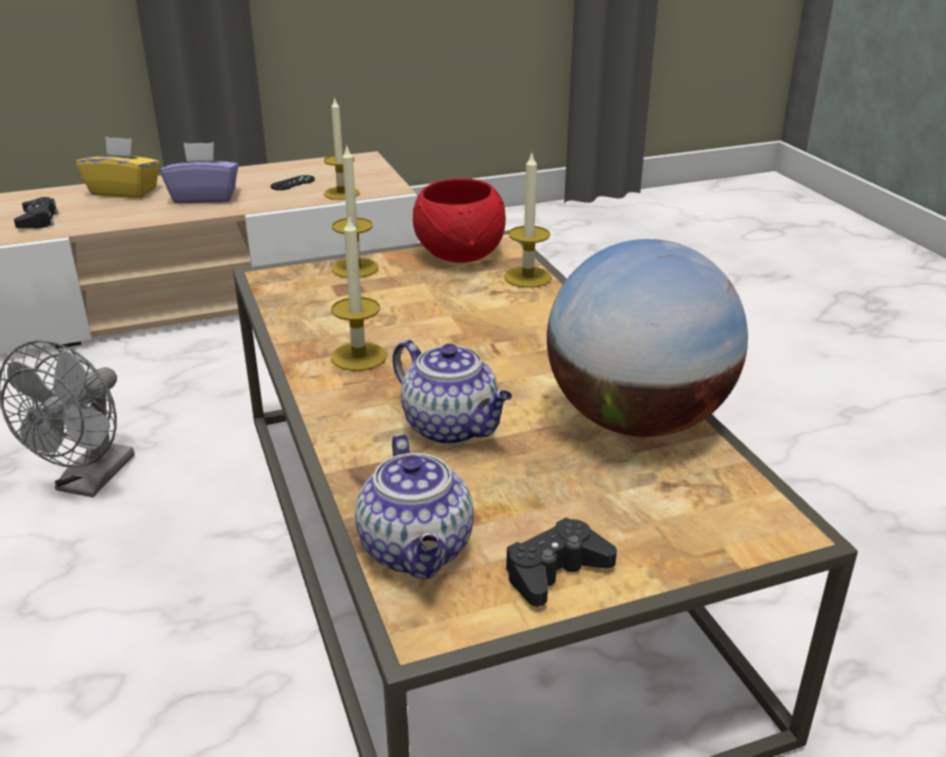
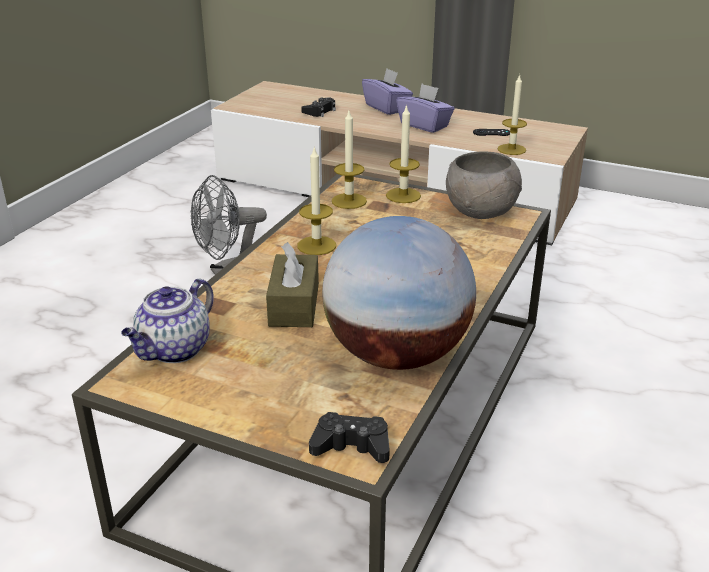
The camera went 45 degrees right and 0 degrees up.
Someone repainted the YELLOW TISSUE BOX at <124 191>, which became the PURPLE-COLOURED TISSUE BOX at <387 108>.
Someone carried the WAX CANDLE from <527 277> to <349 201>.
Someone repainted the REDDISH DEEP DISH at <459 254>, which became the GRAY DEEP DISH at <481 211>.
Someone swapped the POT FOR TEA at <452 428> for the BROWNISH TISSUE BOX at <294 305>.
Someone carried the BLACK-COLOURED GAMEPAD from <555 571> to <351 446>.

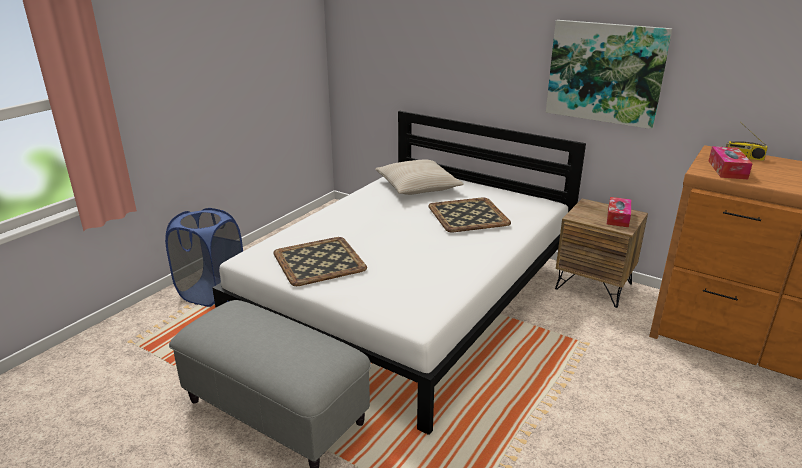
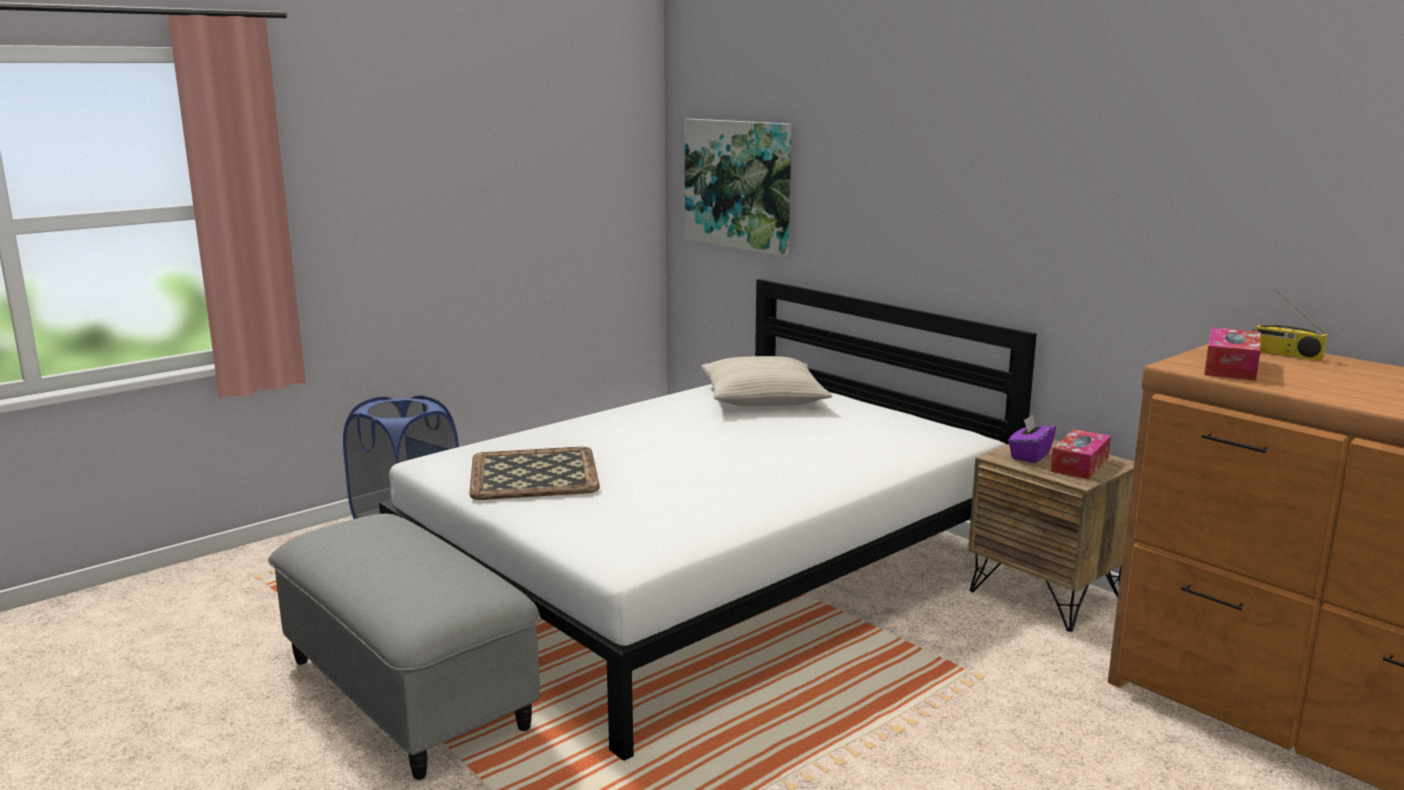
The camera went 15 degrees right and 10 degrees down.
Someone carried the PICTURE from <605 73> to <738 184>.
Someone took away the TRAY at <467 215>.
Someone put down the PURPLE-COLOURED TISSUE BOX at <1030 455>.

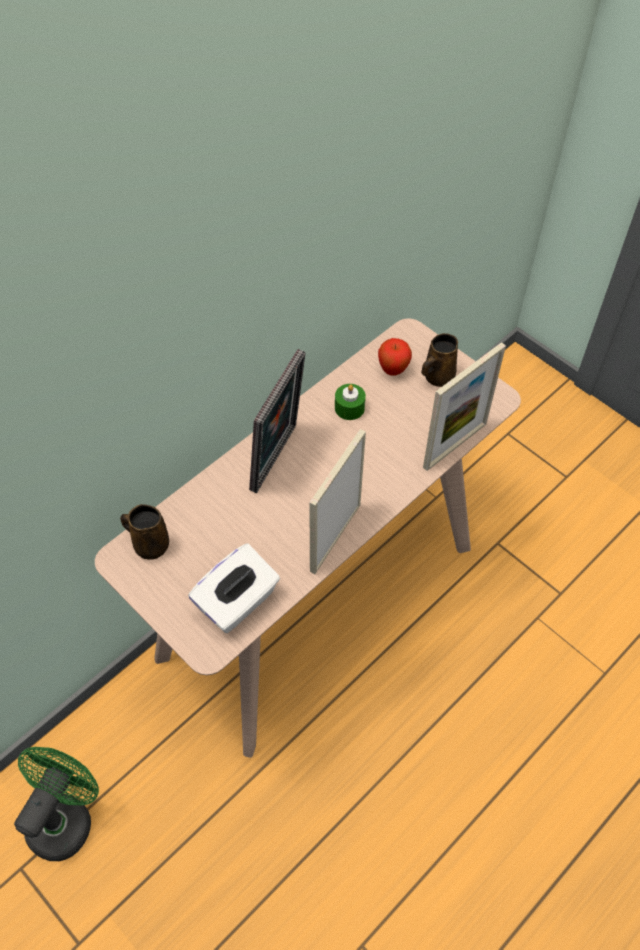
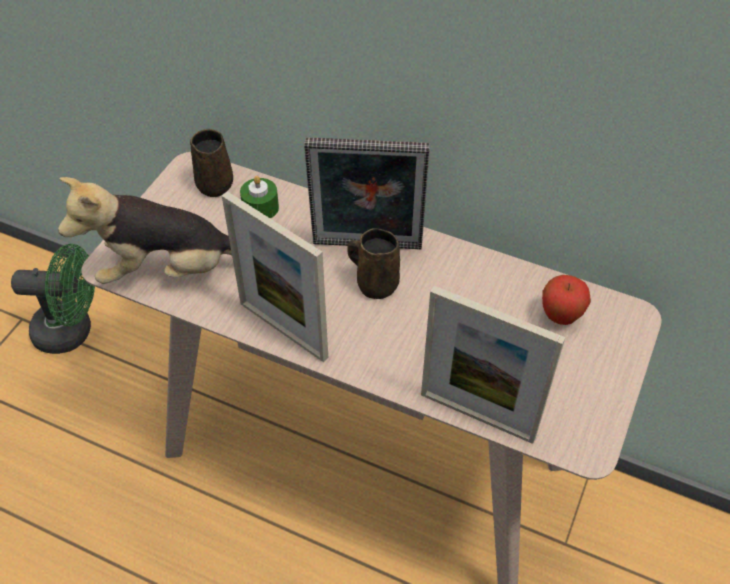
The camera went 70 degrees right and 5 degrees down.
Someone carried the BROWNISH TEA MUG from <437 377> to <375 283>.
Someone carried the GREENISH WAX CANDLE from <349 408> to <260 207>.
Someone rotated the PICTURE FRAME at <335 537> by 150 degrees counterclockwise.
Someone swapped the WHITE TISSUE BOX at <237 602> for the SOFT TOY at <171 270>.

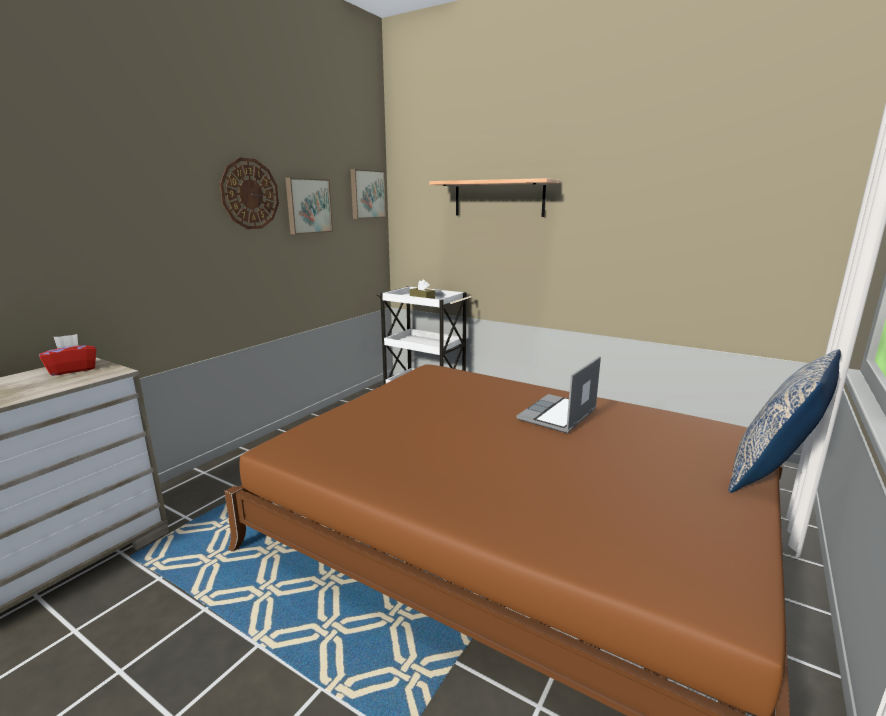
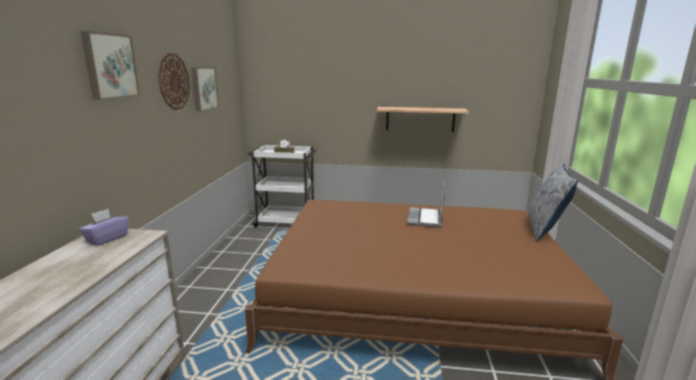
The camera went 25 degrees left and 0 degrees up.
Someone carried the PICTURE from <367 194> to <109 66>.
Someone carried the BRACKET SHELF from <498 198> to <420 119>.
Someone repainted the REDDISH TISSUE BOX at <73 370>, which became the PURPLE-COLOURED TISSUE BOX at <107 239>.

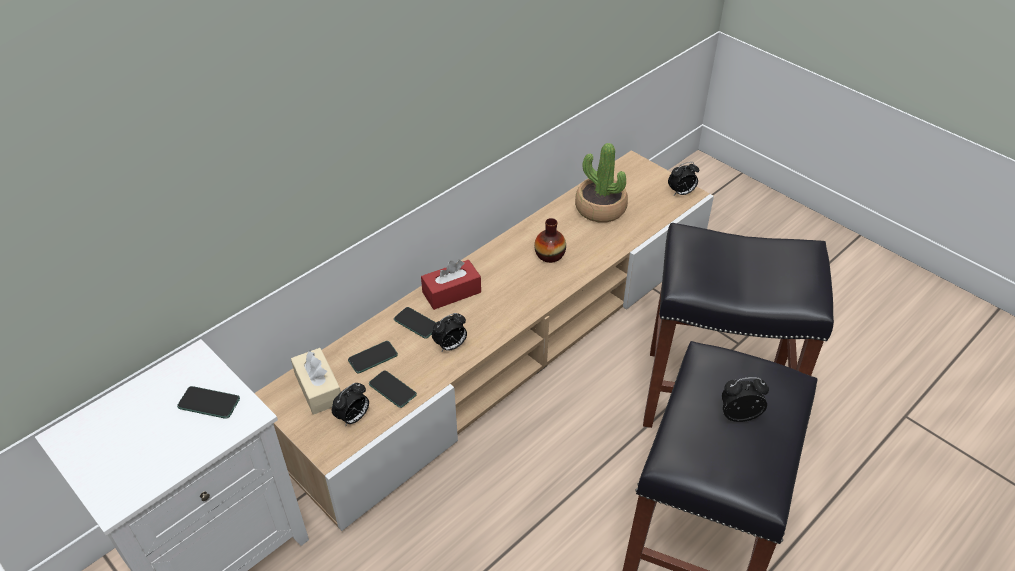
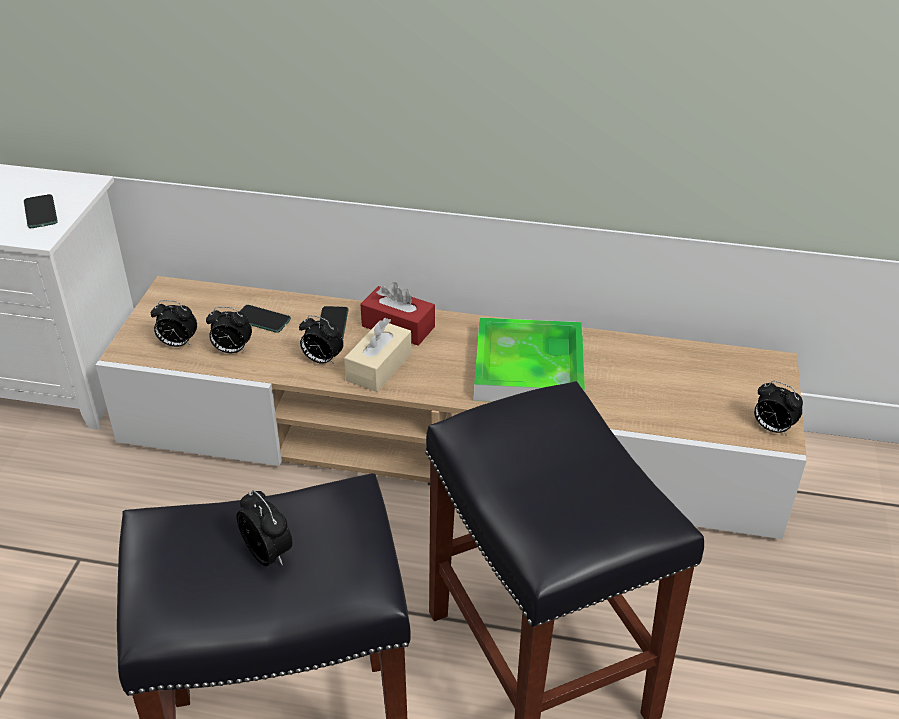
The camera went 55 degrees right and 5 degrees down.
Someone took away the POTTED PLANT at <600 208>.
Someone swapped the FLOWER VASE at <549 255> for the TRAY at <528 368>.
Someone carried the SAND-COLOURED TISSUE BOX from <318 388> to <379 367>.
Someone swapped the TELEPHONE at <392 389> for the BEDSIDE CLOCK at <231 350>.

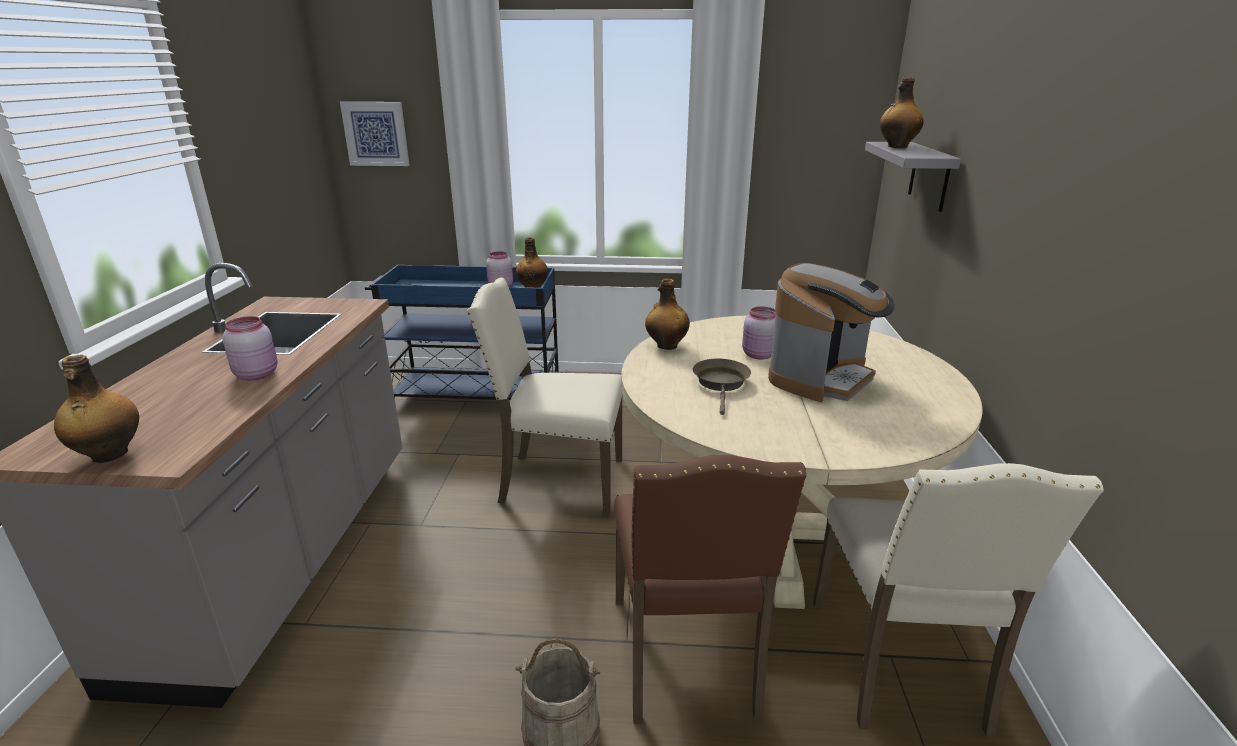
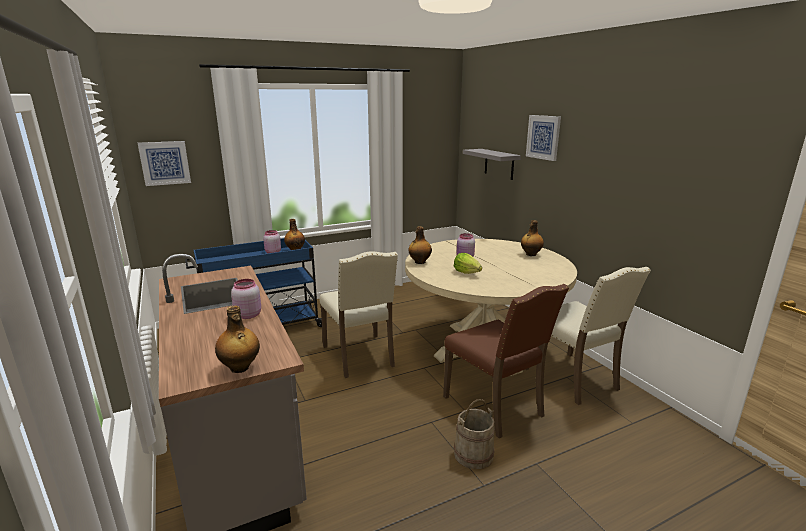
The camera went 30 degrees left and 5 degrees down.
Someone carried the BEVERAGE BOTTLE from <896 146> to <530 254>.
Someone took away the COFFEE BREWER at <821 378>.
Someone rotated the SAND-COLOURED PLAIN CHAIR at <559 481> by 90 degrees counterclockwise.
Someone swapped the BROWNISH PAN at <721 384> for the HEAD OF LETTUCE at <466 272>.
Someone put up the PICTURE at <543 137>.

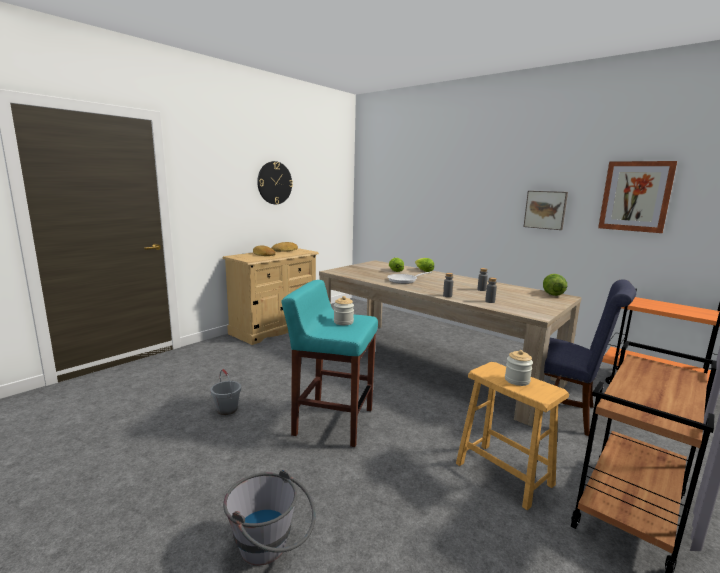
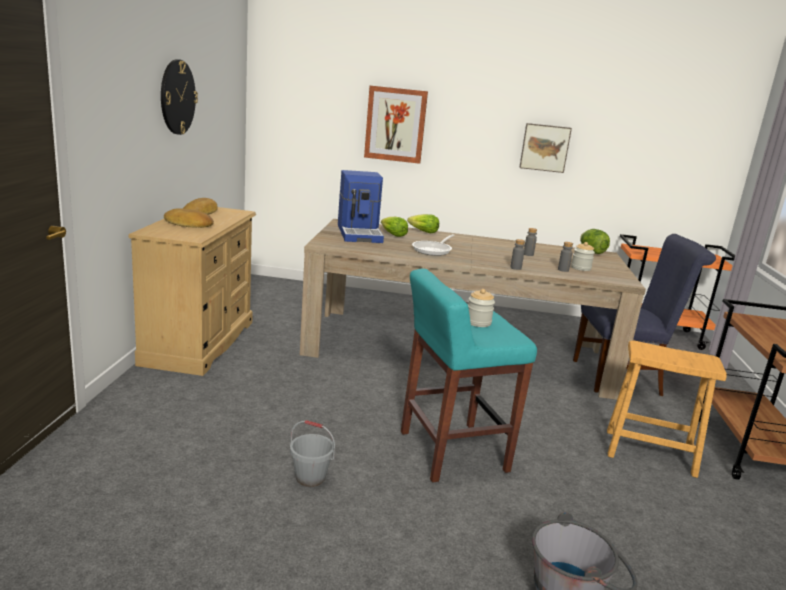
The camera went 35 degrees left and 5 degrees up.
Someone carried the PICTURE from <635 196> to <395 124>.
Someone carried the JAR from <517 380> to <580 268>.
Someone put down the COFFEE BREWER at <360 233>.

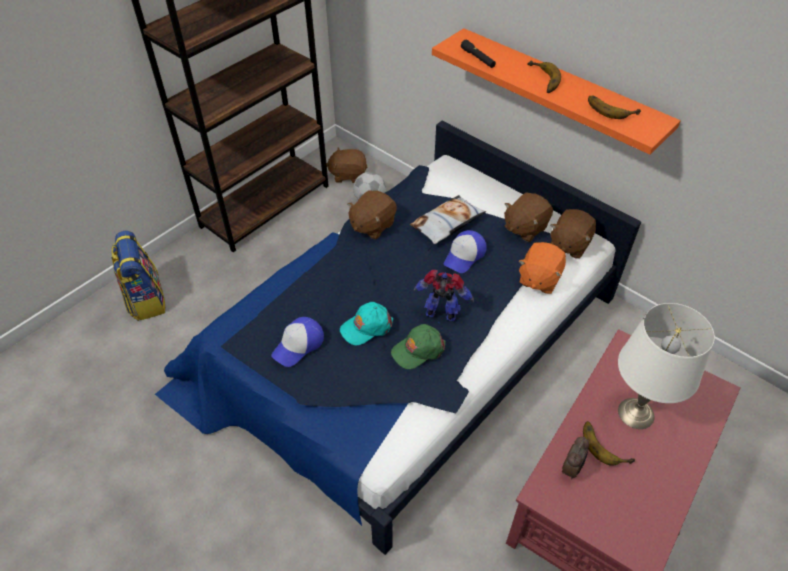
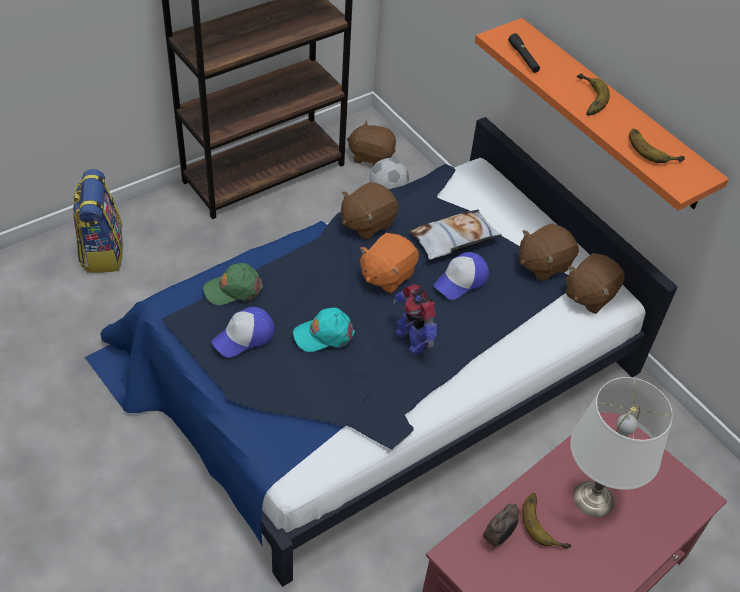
The camera went 10 degrees right and 0 degrees up.
Someone carried the ORANGE-COLOURED SOFT TOY from <539 279> to <386 275>.
Someone rotated the MODEL ROBOT at <442 313> by 150 degrees counterclockwise.
Someone carried the GREENISH PEAKED CAP from <418 350> to <233 289>.

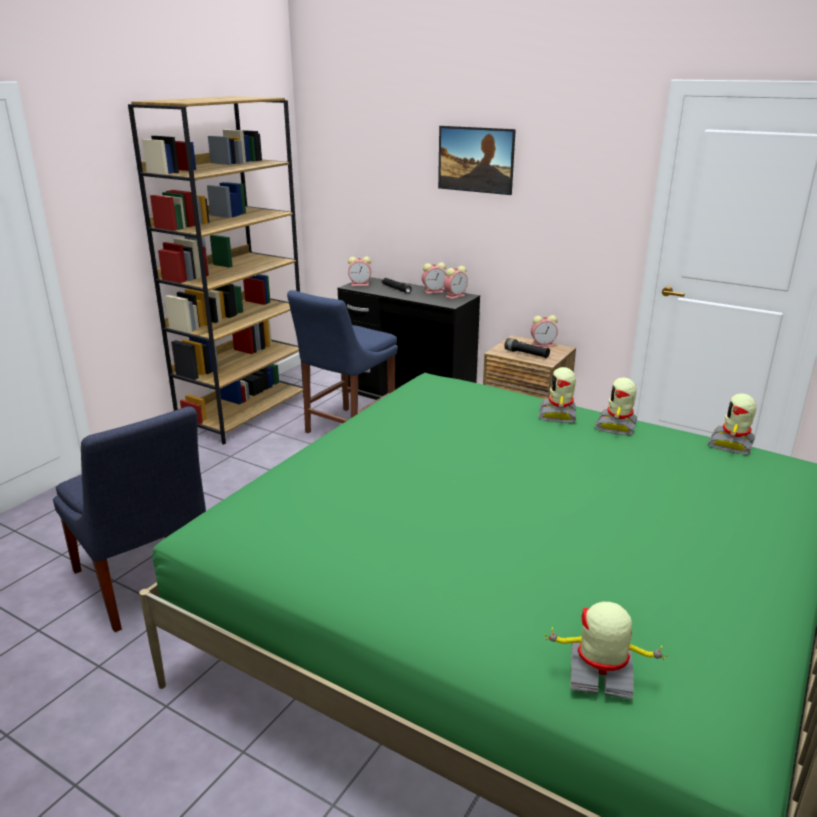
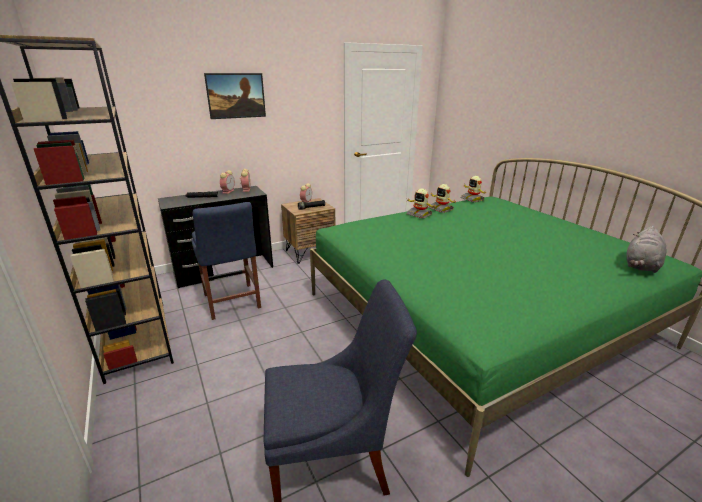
The camera went 60 degrees left and 0 degrees up.
Someone took away the BEDSIDE CLOCK at <360 284>.
Someone swapped the MODEL ROBOT at <600 675> for the GRAY SOFT TOY at <641 266>.

